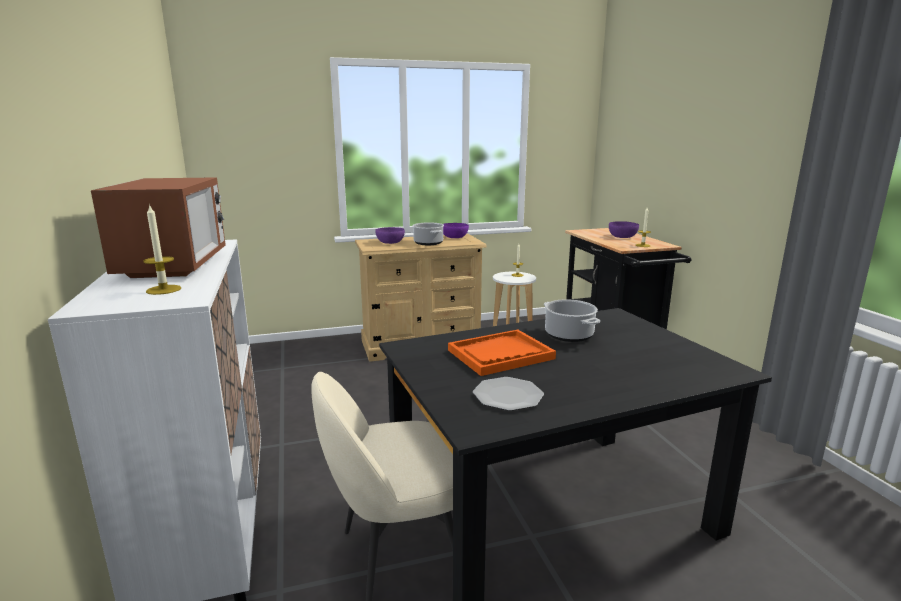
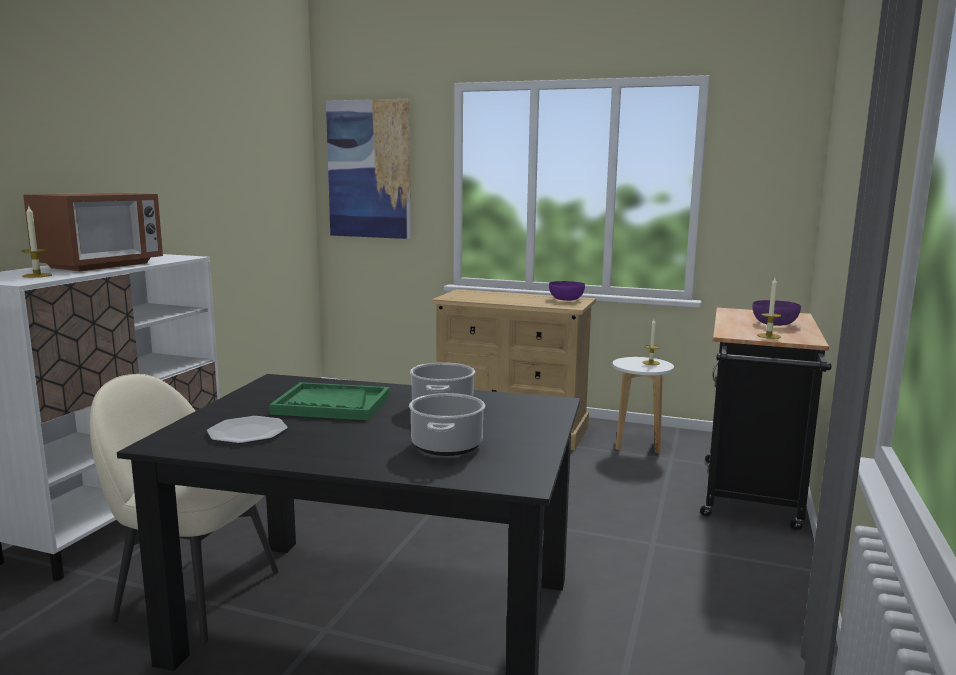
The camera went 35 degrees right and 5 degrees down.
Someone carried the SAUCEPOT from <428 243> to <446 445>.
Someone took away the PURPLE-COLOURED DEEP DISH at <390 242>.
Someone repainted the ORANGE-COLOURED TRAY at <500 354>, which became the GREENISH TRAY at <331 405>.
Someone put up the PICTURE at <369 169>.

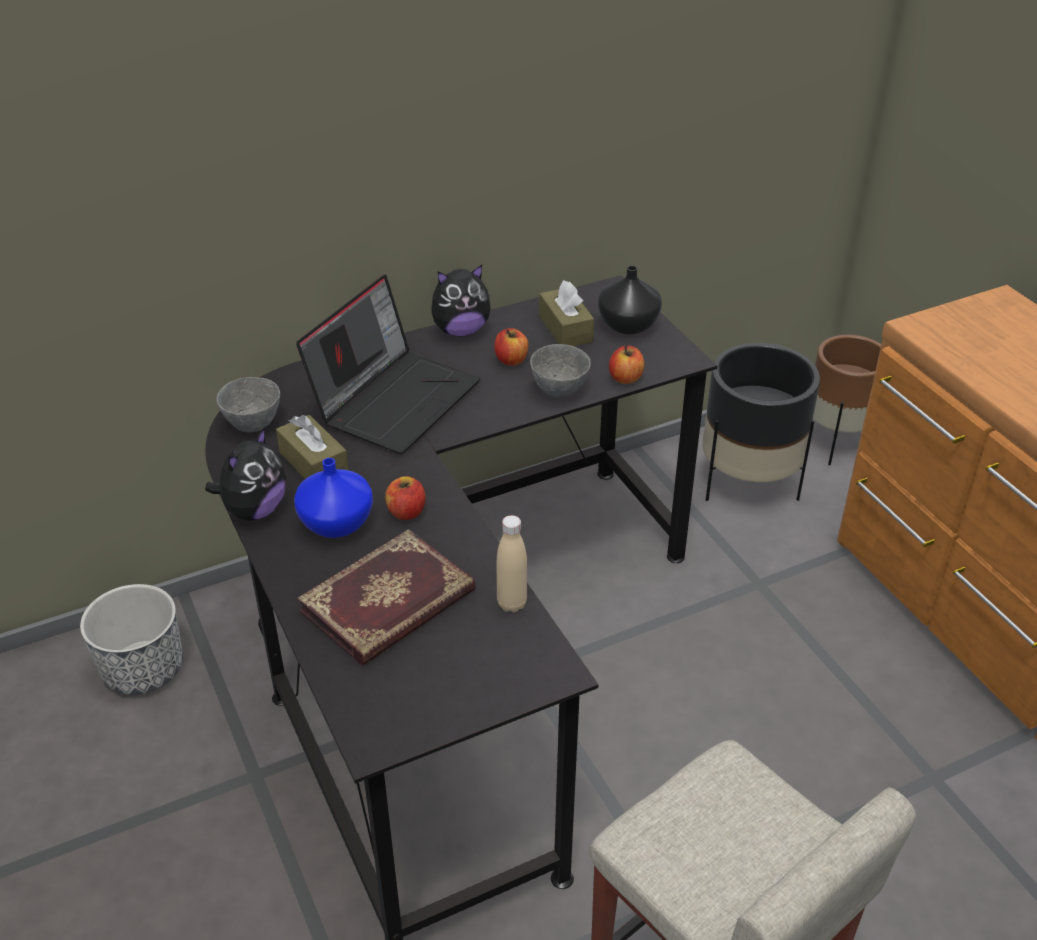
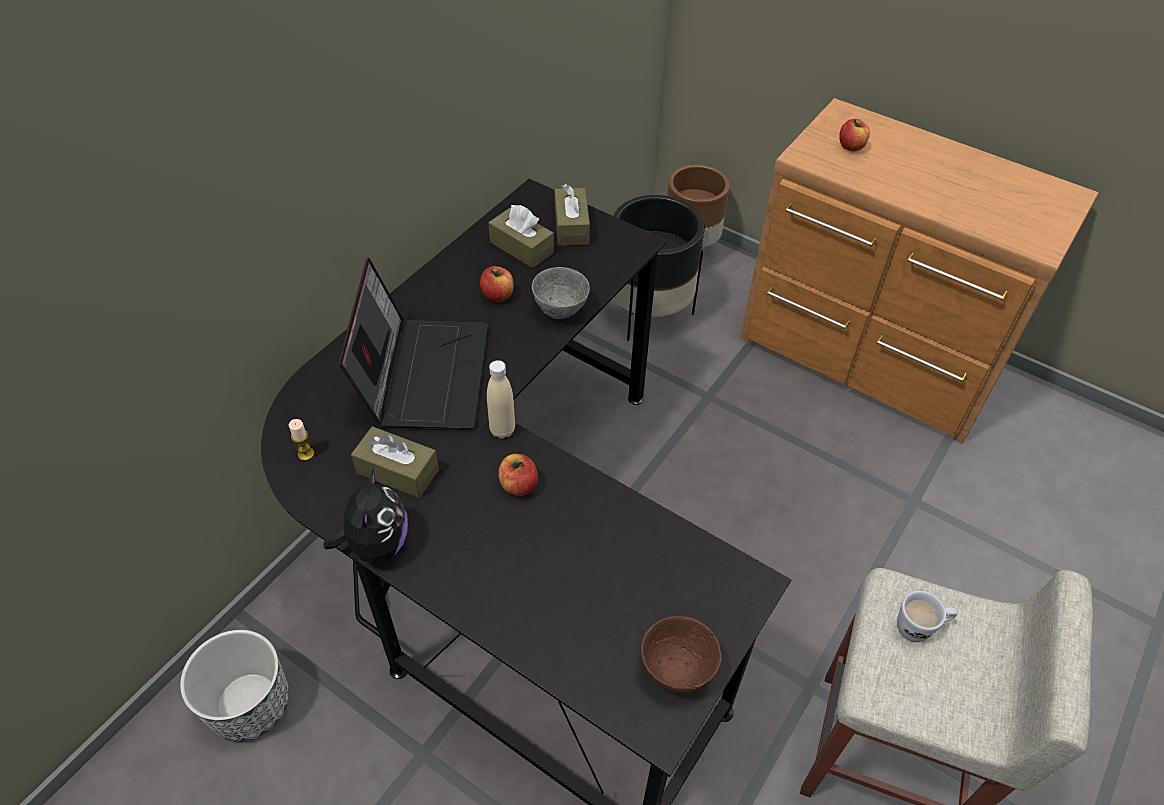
The camera went 30 degrees left and 10 degrees up.
Someone took away the SOFT TOY at <461 330>.
Someone swapped the BLACK-COLOURED FLOWER VASE at <628 326> for the BROWNISH TISSUE BOX at <571 226>.
Someone carried the APPLE FRUIT from <625 378> to <851 146>.
Someone swapped the GRAY DEEP DISH at <252 425> for the WAX CANDLE at <306 454>.
Someone took away the BLUISH FLOWER VASE at <335 522>.
Someone carried the SAND-COLOURED BEVERAGE BOTTLE from <511 603> to <502 430>.
Someone took away the BOOK at <389 602>.
Someone put down the WHITE TEA MUG at <920 628>.
Someone put down the BROWNISH DEEP DISH at <676 669>.

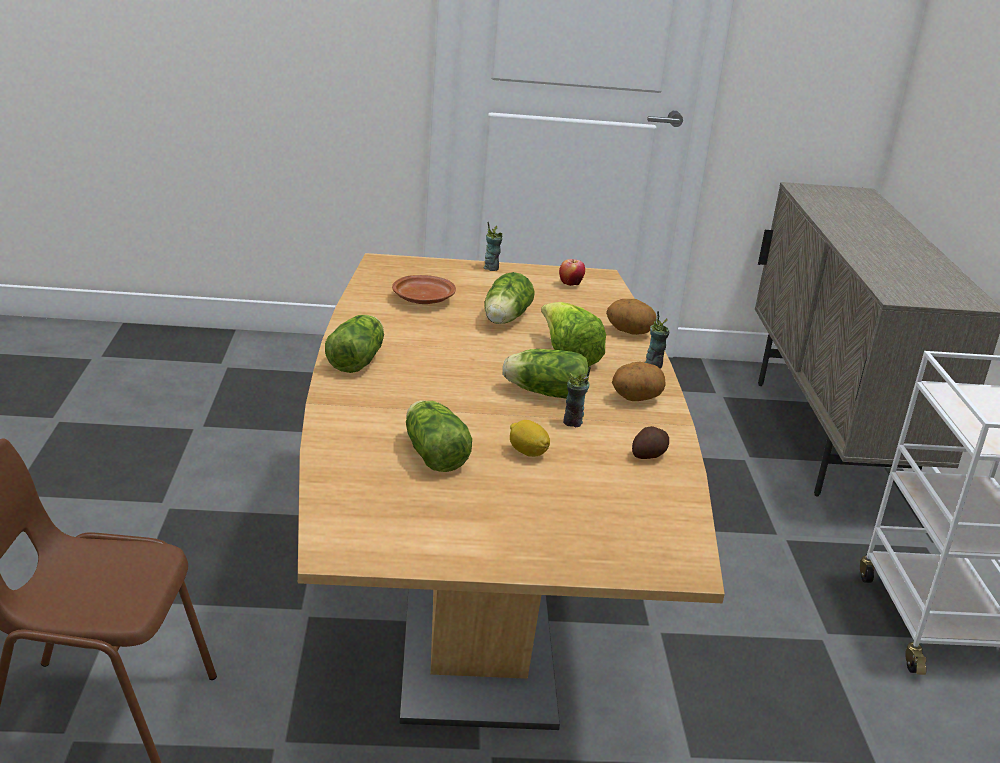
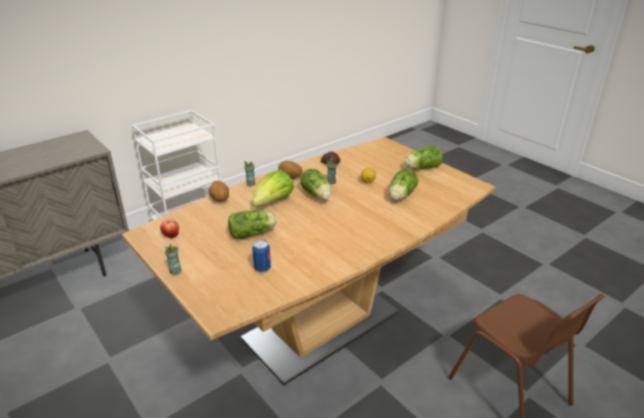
The camera went 125 degrees left and 5 degrees up.
Someone swapped the BROWNISH PLATE at <423 299> for the CAN at <262 268>.
Someone carried the HEAD OF LETTUCE from <358 360> to <421 168>.

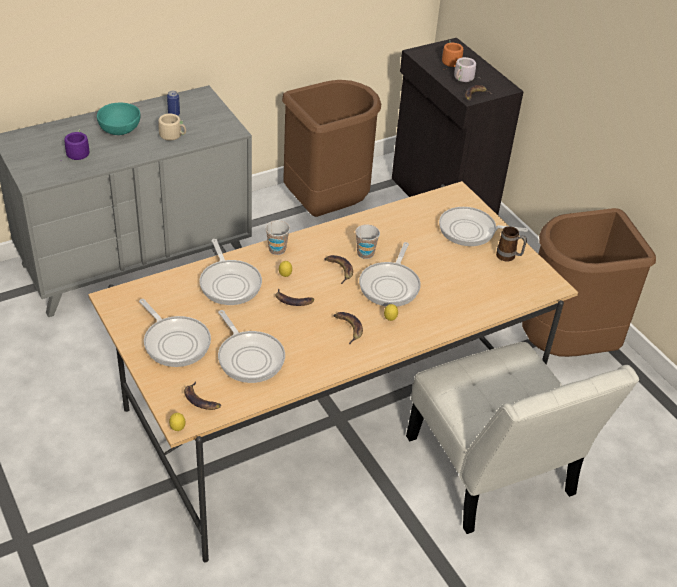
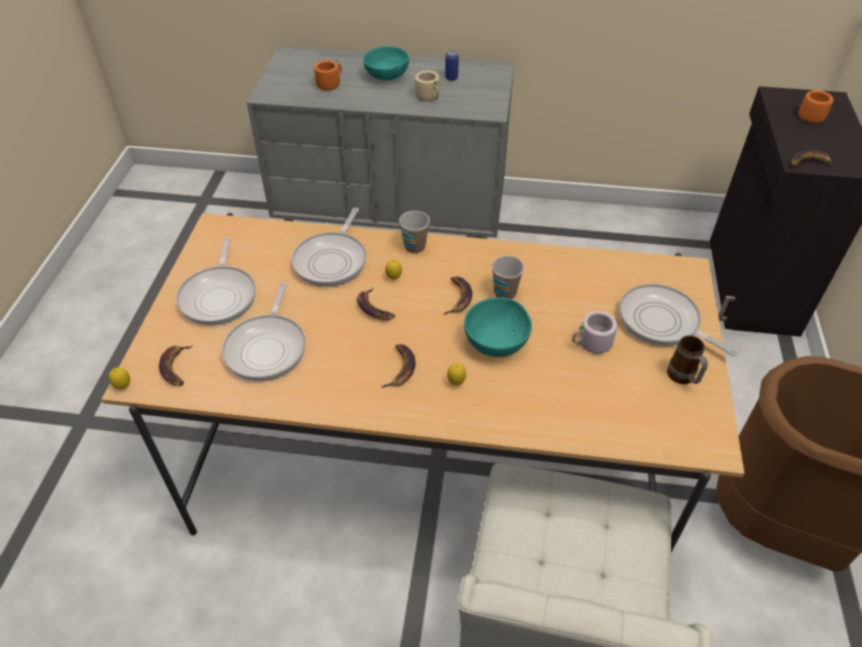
The camera went 40 degrees right and 5 degrees up.
Someone carried the GRAY TEA MUG from <463 79> to <591 345>.
Someone took away the BROWNISH RUBBISH BIN at <326 206>.
Someone repainted the PURPLE-COLOURED TEA MUG at <77 152>, which became the ORANGE-COLOURED TEA MUG at <329 83>.
Someone swapped the PAN at <390 285> for the TURQUOISE-COLOURED DEEP DISH at <498 342>.

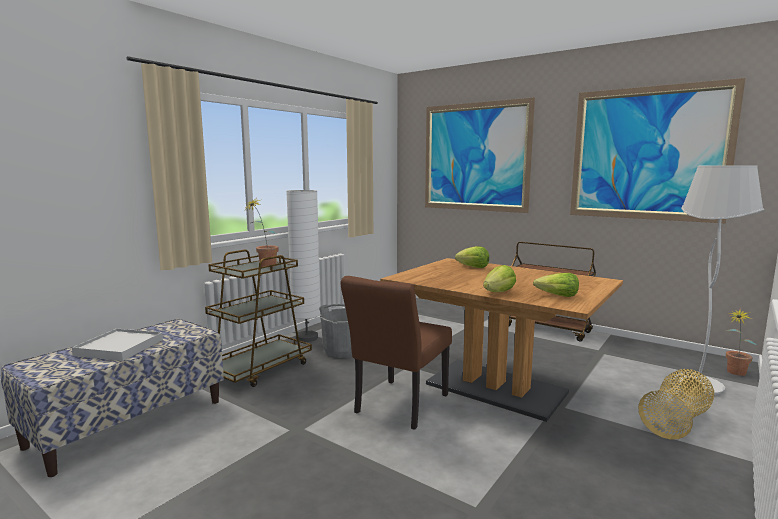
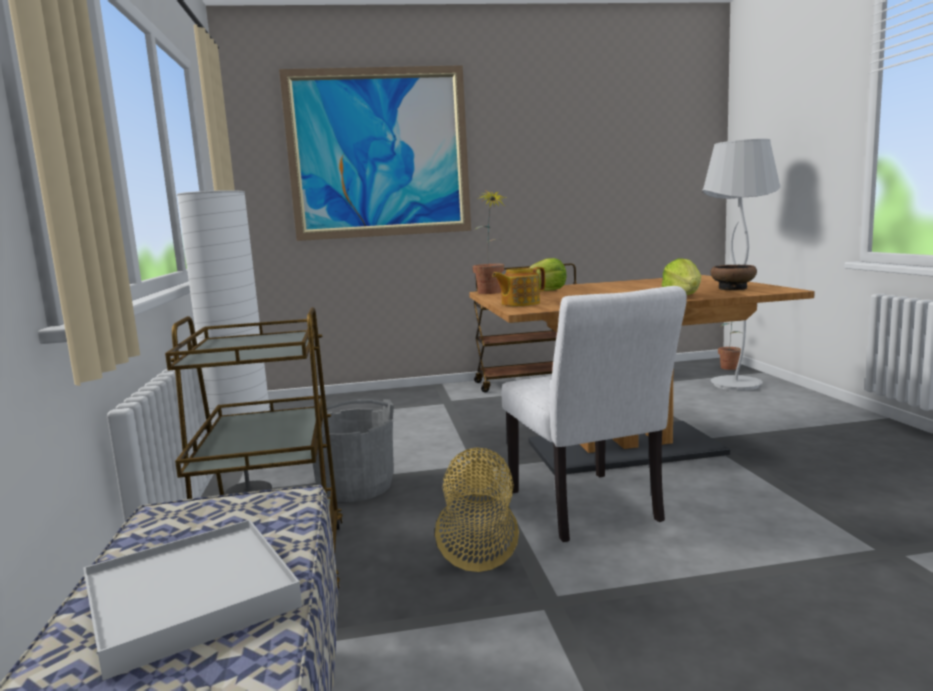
The camera went 45 degrees left and 0 degrees up.
Someone took away the PICTURE at <648 154>.
Someone carried the POTTED PLANT from <264 266> to <491 293>.
Someone swapped the HEAD OF LETTUCE at <557 296> for the DEEP DISH at <733 288>.
Someone repainted the BROWNISH PLAIN CHAIR at <398 407>, which became the WHITE PLAIN CHAIR at <589 510>.
Someone carried the BASKET from <676 421> to <480 535>.
Someone put down the POT FOR TEA at <519 303>.

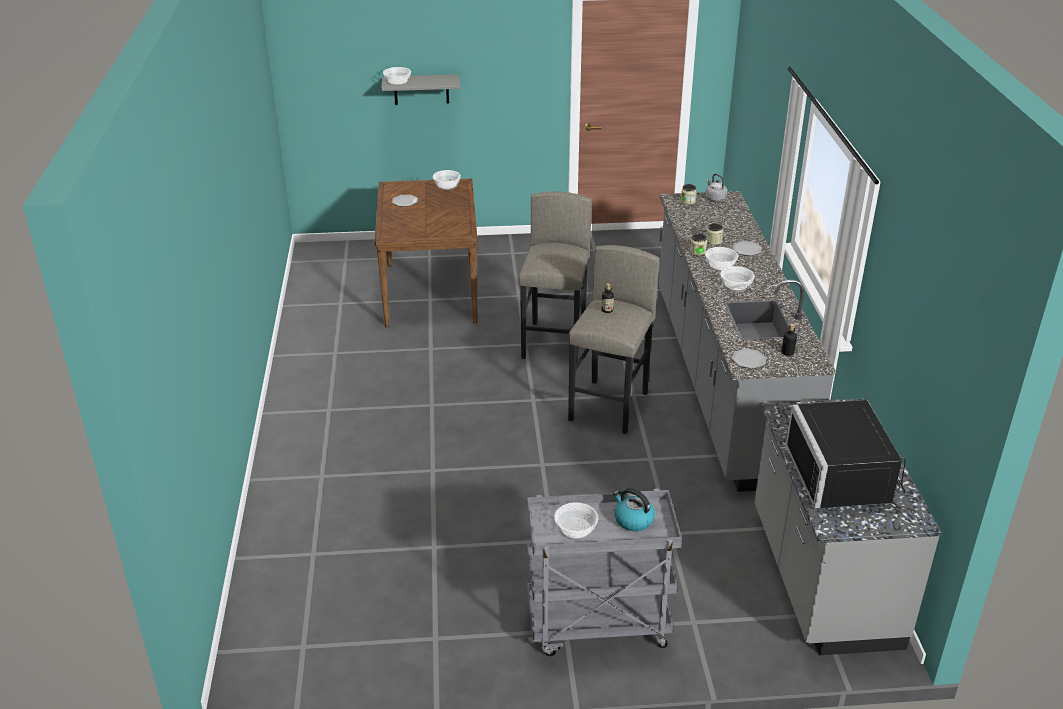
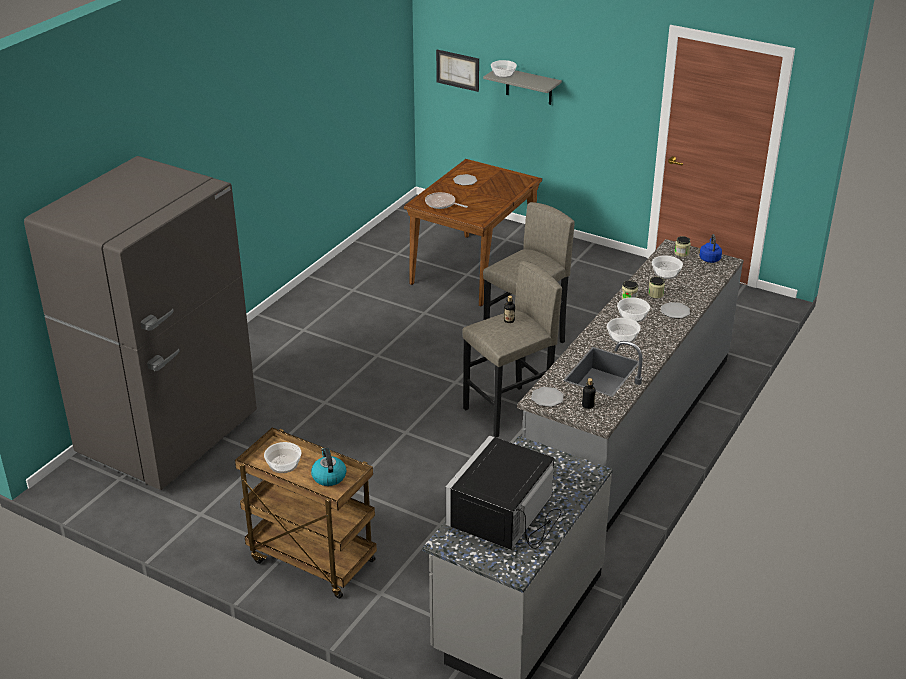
The camera went 35 degrees right and 0 degrees up.
Someone carried the DEEP DISH from <446 185> to <665 273>.
Someone repainted the GRAY WATER KETTLE at <714 198>, which became the BLUISH WATER KETTLE at <709 258>.
Someone repainted the GRAY CART at <597 626>, which became the BROWNISH CART at <310 561>.
Someone put up the PICTURE at <458 70>.
Someone put down the GRAY REFRIGERATOR at <169 436>.
Someone put down the PAN at <442 204>.

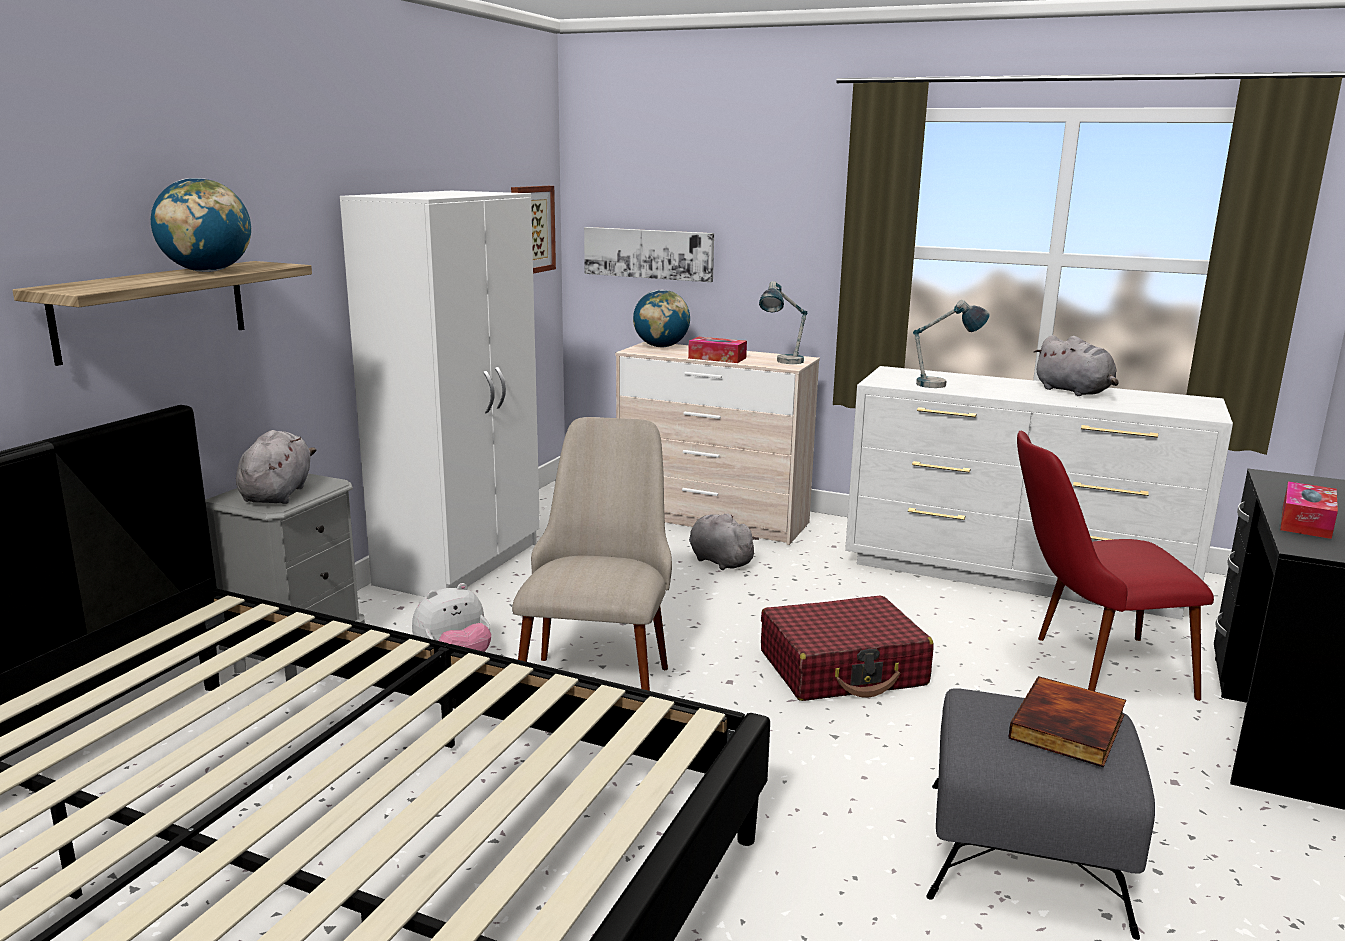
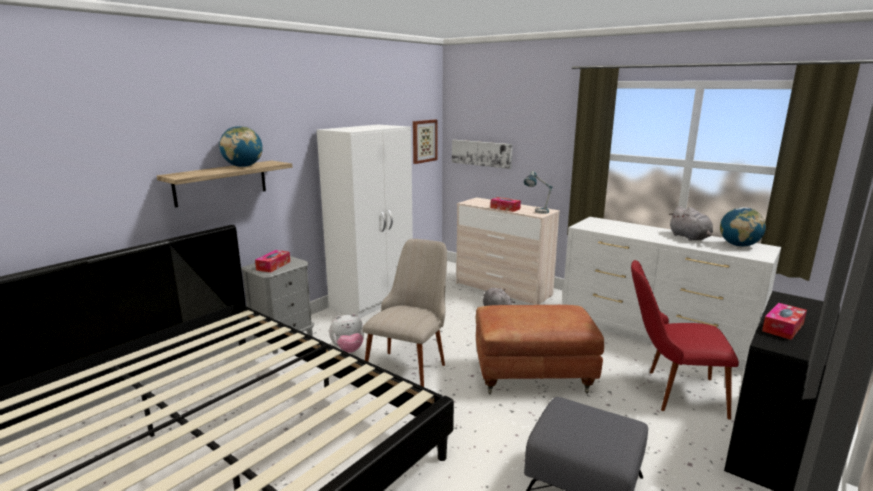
The camera went 15 degrees right and 0 degrees up.
Someone carried the GLOBE from <661 346> to <738 245>.
Someone took away the LAMP FOR A TABLE at <944 386>.
Someone swapped the GRAY SOFT TOY at <277 494> for the TISSUE BOX at <273 266>.
Someone swapped the REDDISH PIECE OF LUGGAGE at <843 669> for the BROWNISH FOOTREST at <533 376>.
Someone took away the BOOK at <1070 728>.

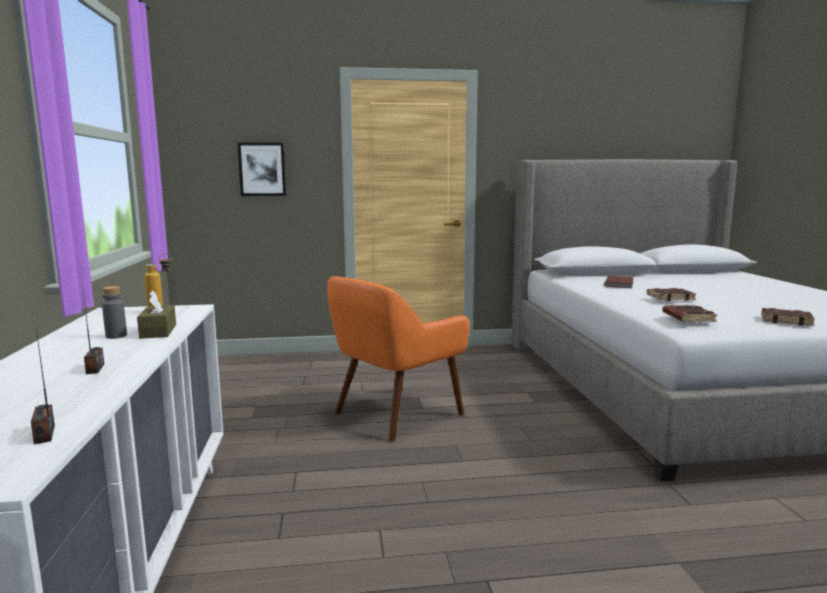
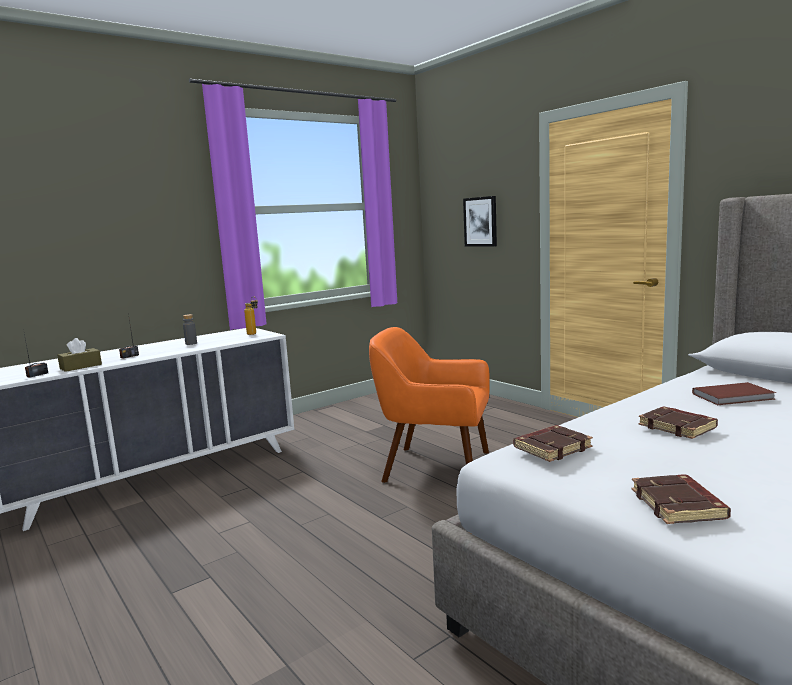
The camera went 60 degrees right and 0 degrees up.
Someone carried the BROWNISH TISSUE BOX from <158 331> to <81 366>.

